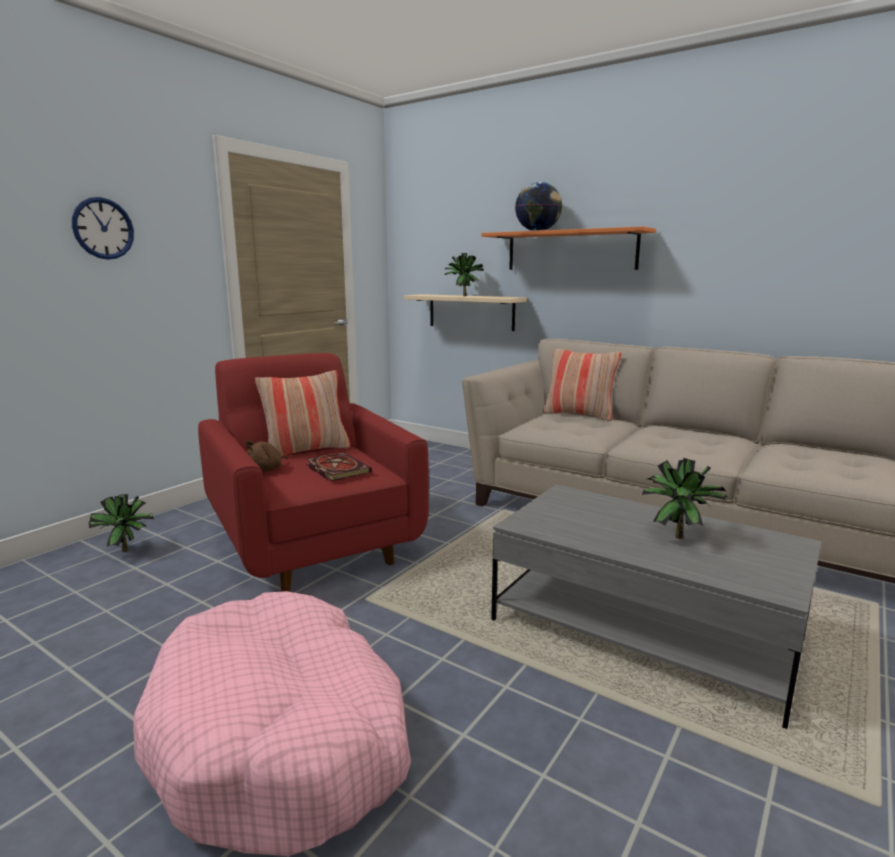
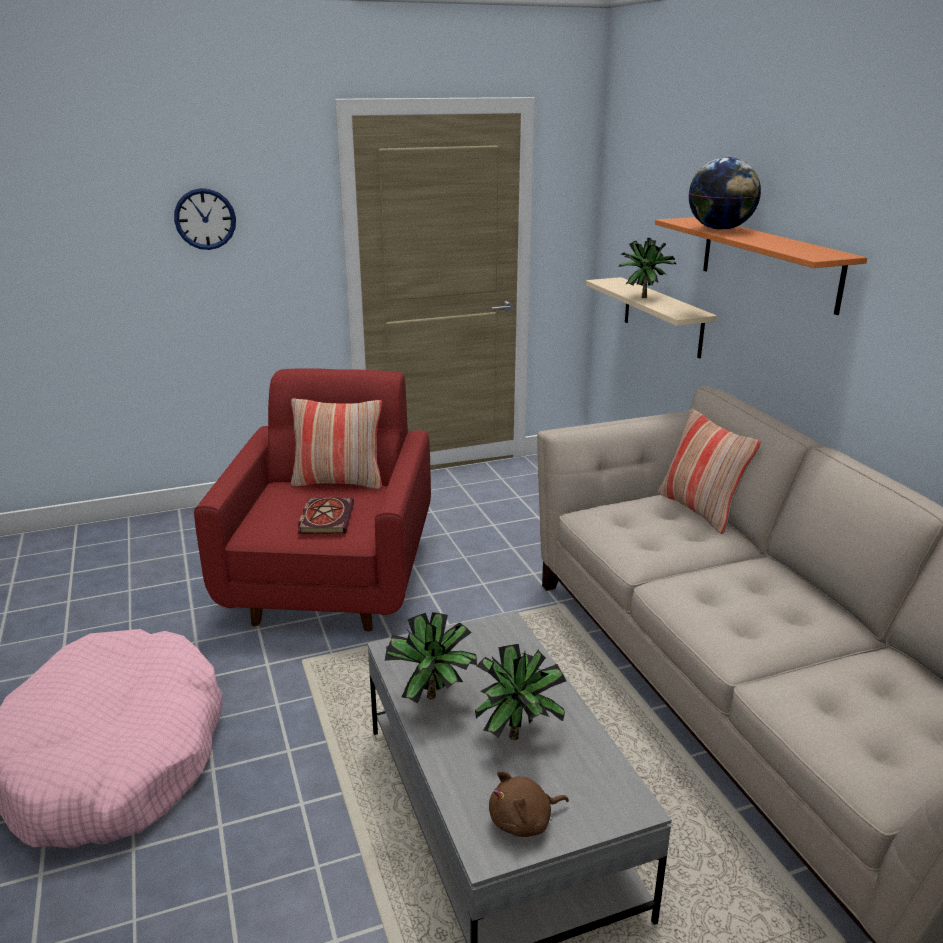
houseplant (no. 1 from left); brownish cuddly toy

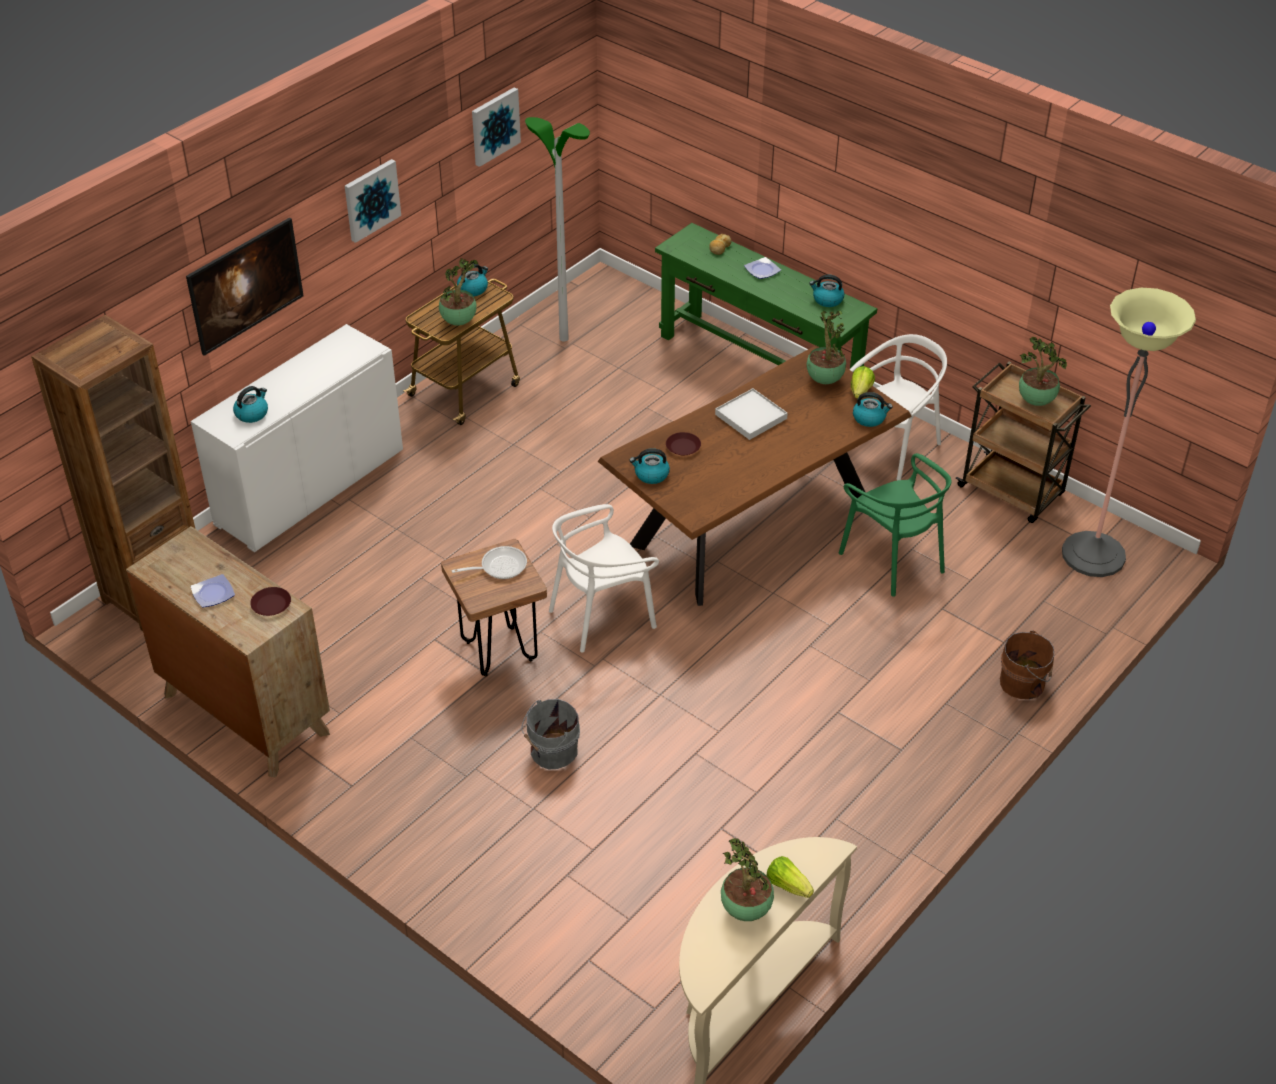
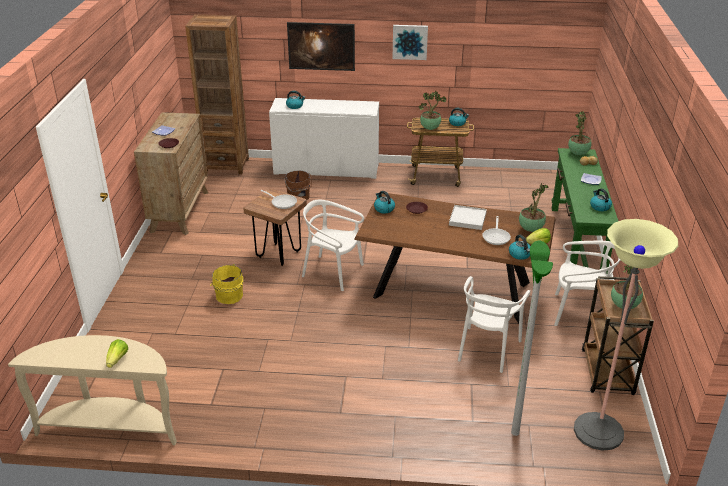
wall picture (no. 3 from left in the first image); skillet (no. 2 from left); standard lamp (no. 1 from left); houseplant (no. 3 from left); brownish water bucket; yellow-coloured water bucket; white-coloured plain chair (no. 2 from left)

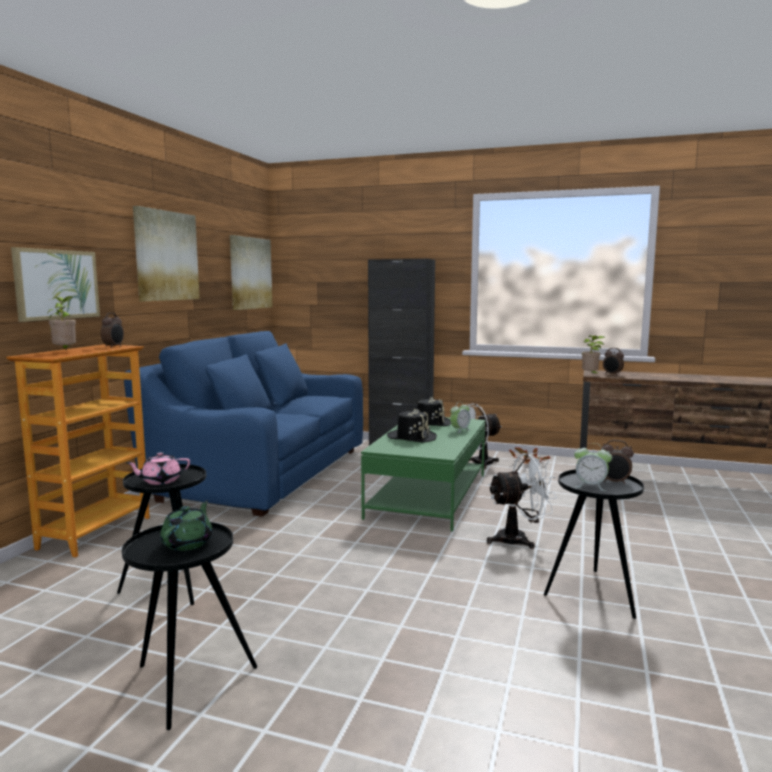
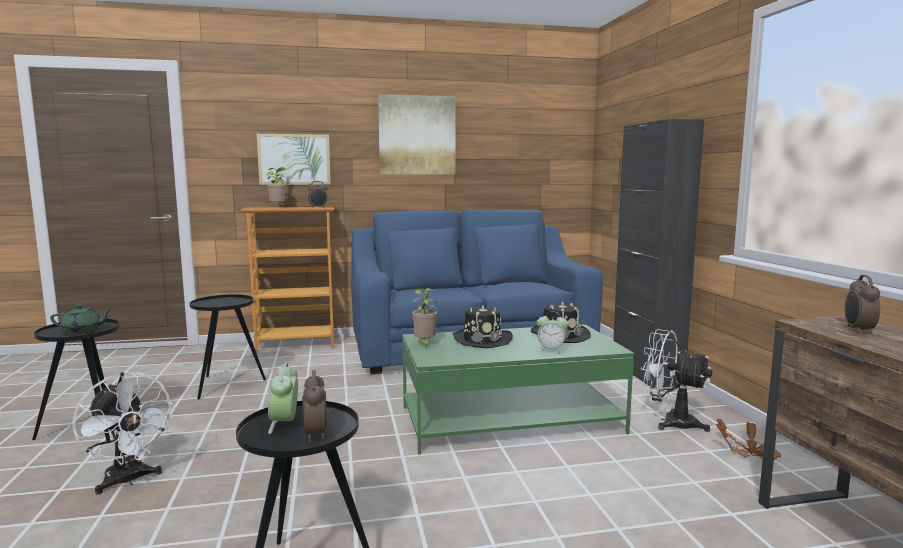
pinkish pot for tea; wall picture (no. 3 from left in the first image); white-coloured fan (no. 1 from left); houseplant (no. 2 from left)

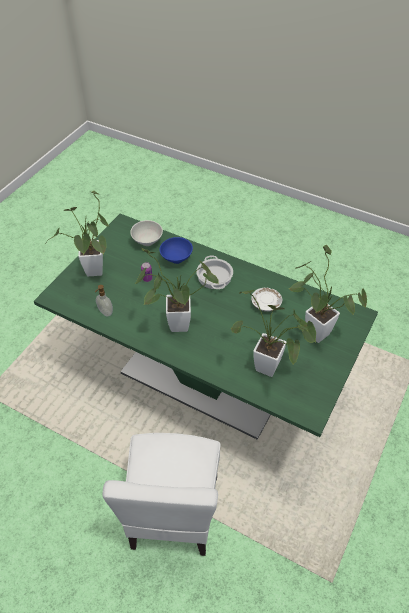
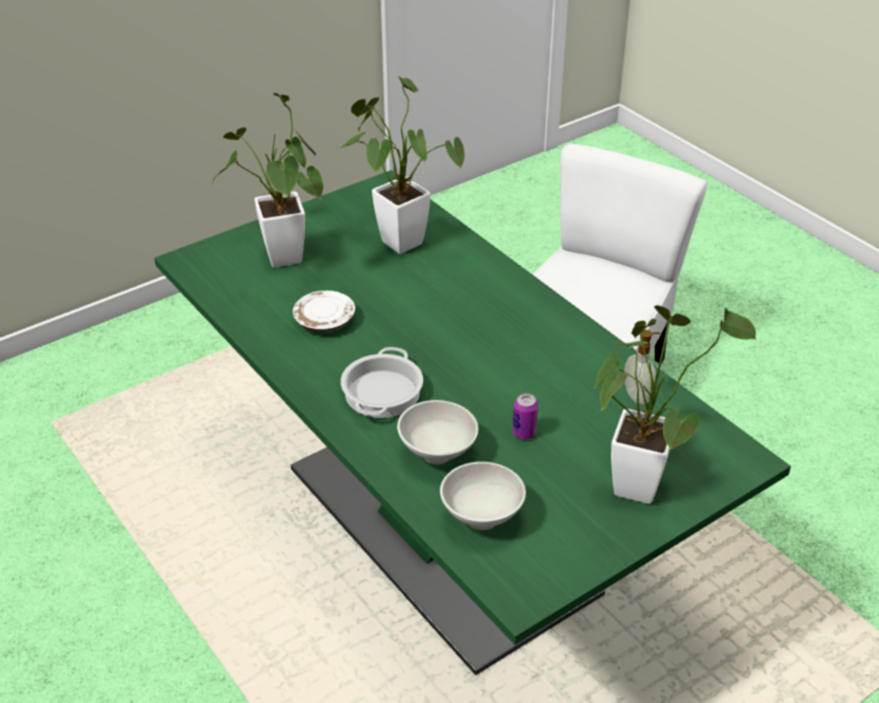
houseplant (no. 2 from left in the first image); white-coloured serving bowl (no. 1 from left)

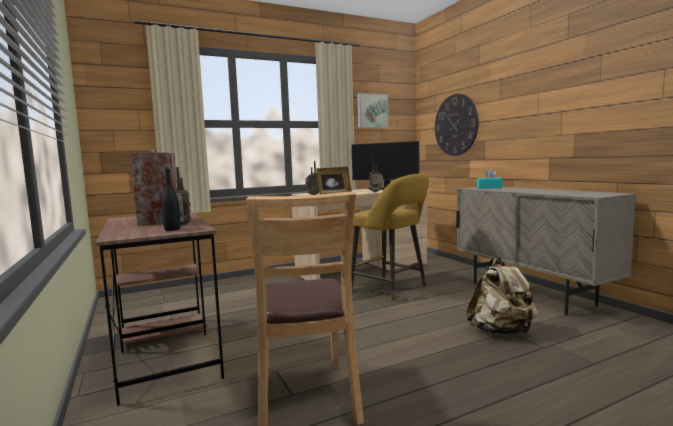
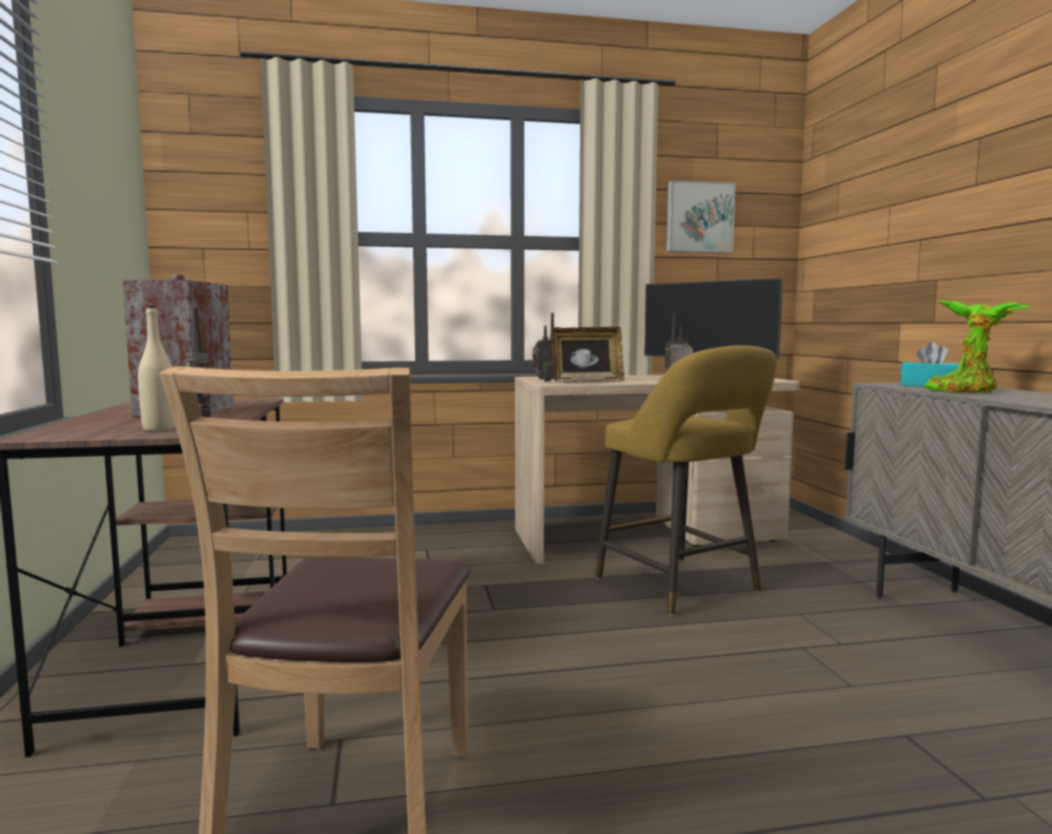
wall clock; sand-coloured knapsack; houseplant; sand-coloured drink bottle

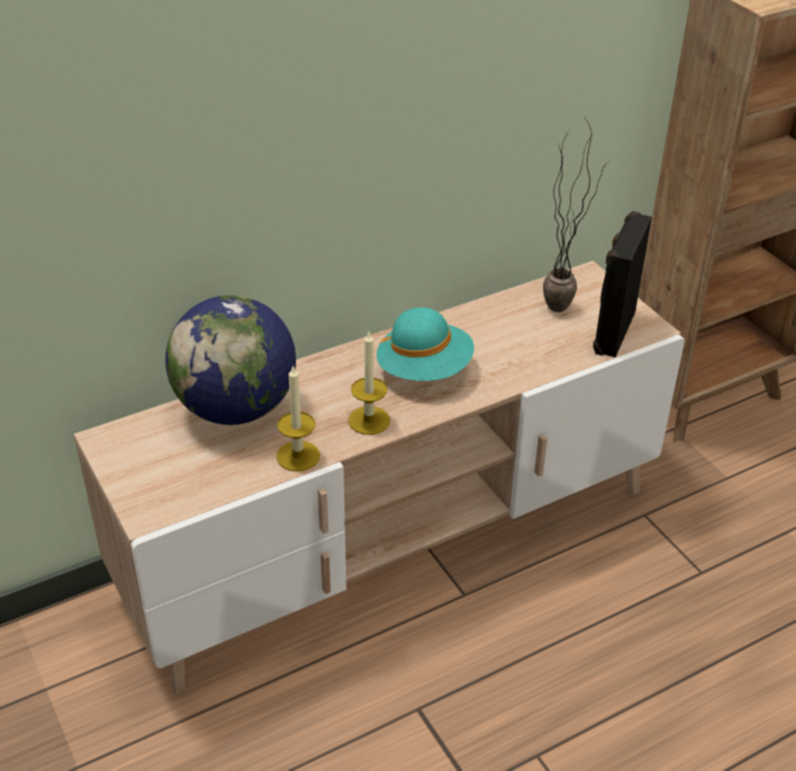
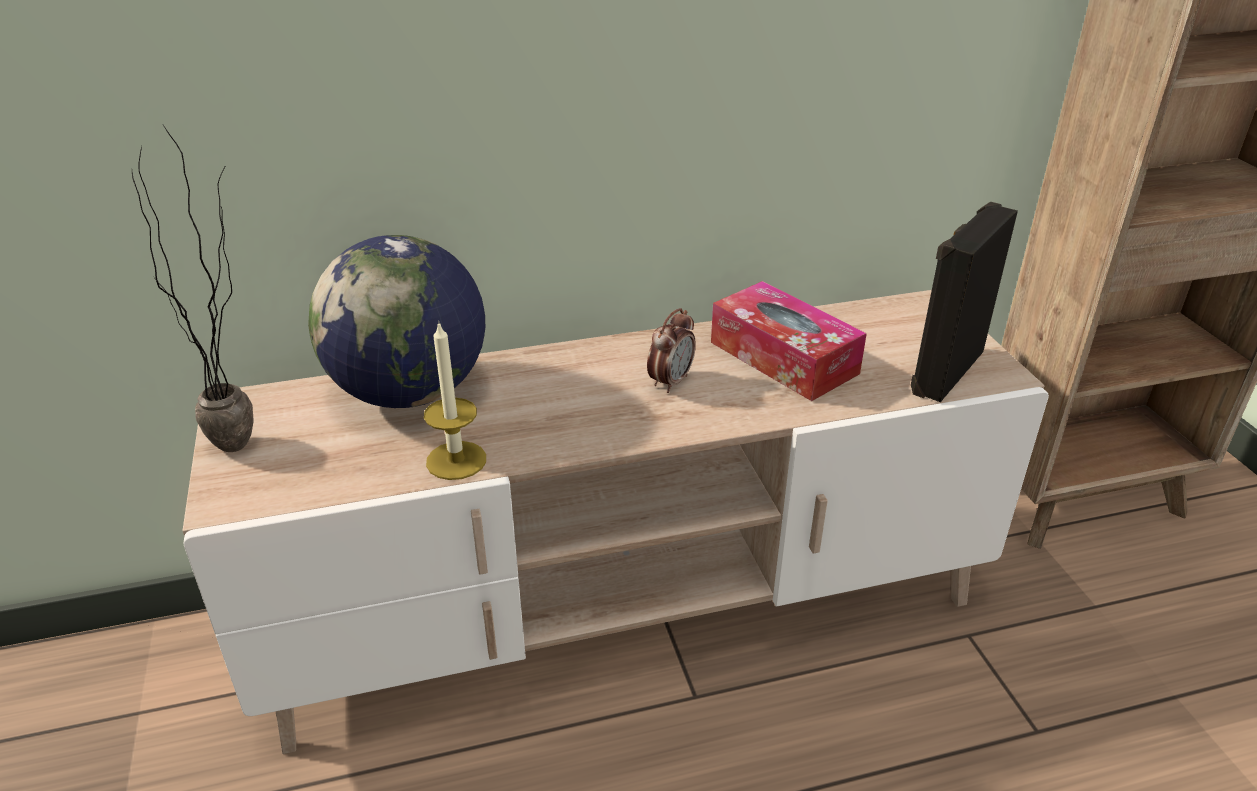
wax candle (no. 2 from left in the first image); tissue holder; houseplant; bedside clock

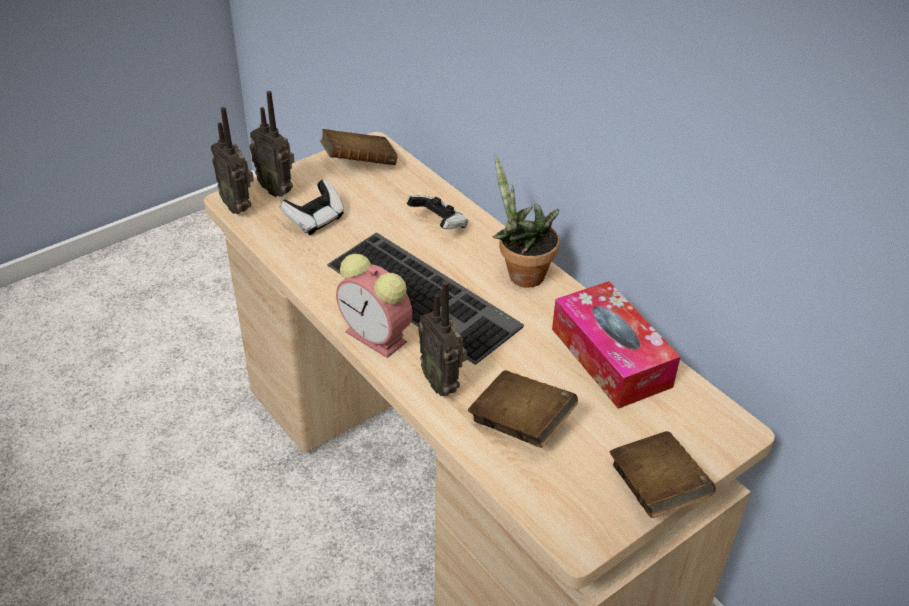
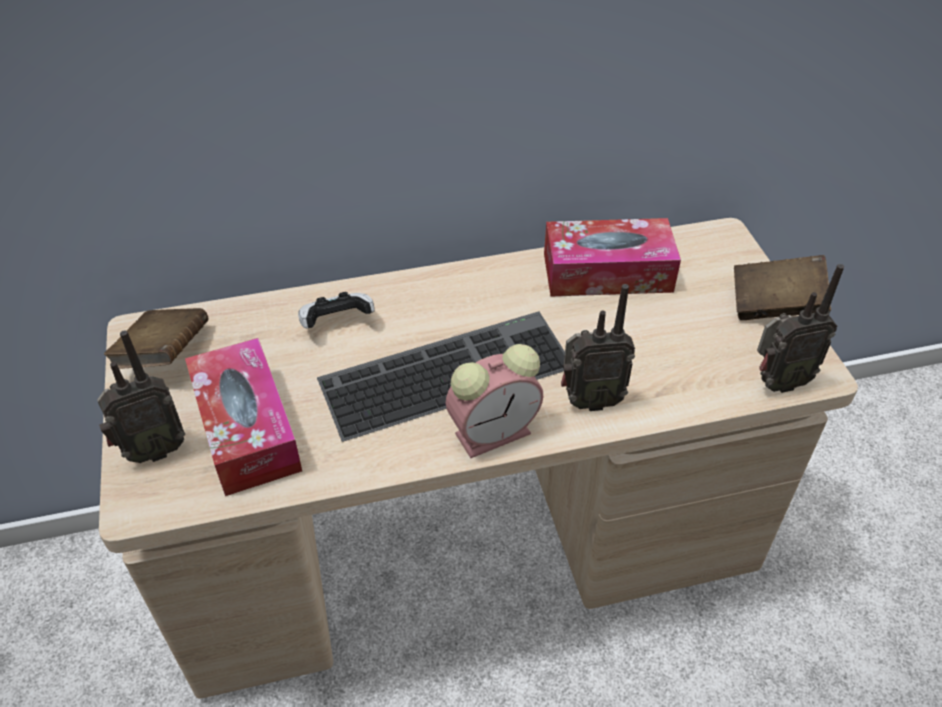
brownish volume (no. 2 from left in the first image); houseplant; radio set (no. 3 from left); tissue holder (no. 1 from left)

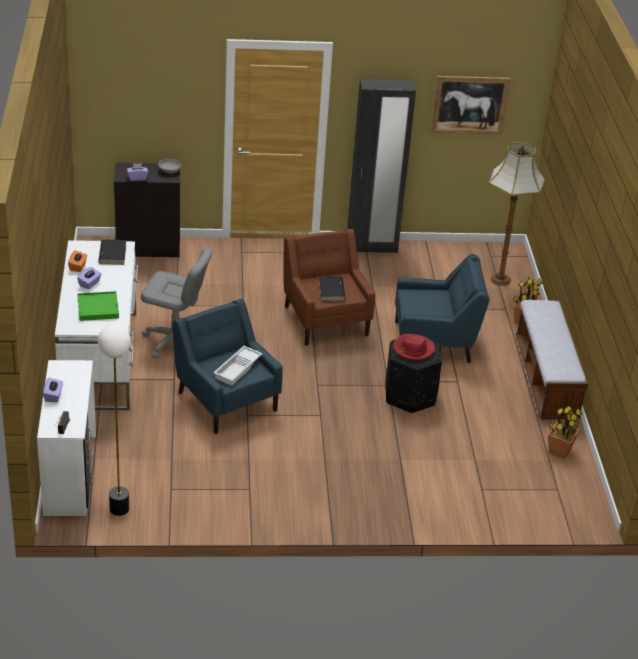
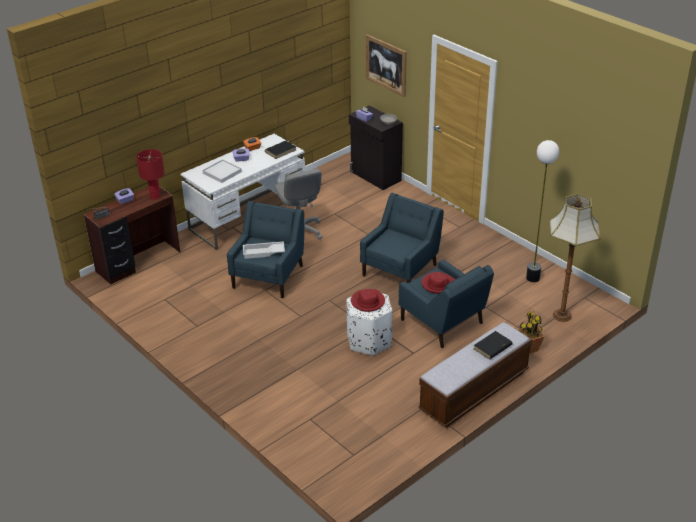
blackish armoire; houseplant (no. 2 from left in the first image); red-coloured lamp for a table; red-coloured clothing hat (no. 2 from left); standard lamp (no. 1 from left); blackish volume (no. 2 from left); wall picture; brownish desk table; white-coloured carrying tray (no. 1 from left); bluish armchair (no. 2 from left); white-coloured ottoman

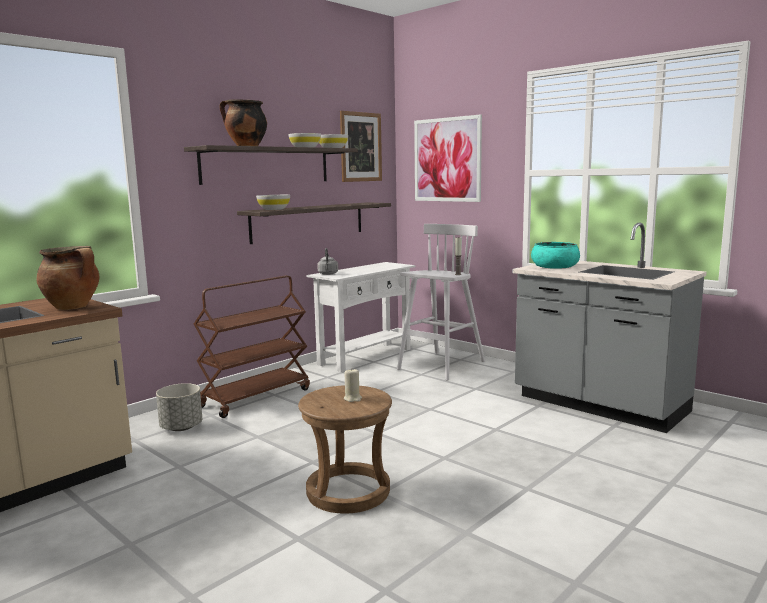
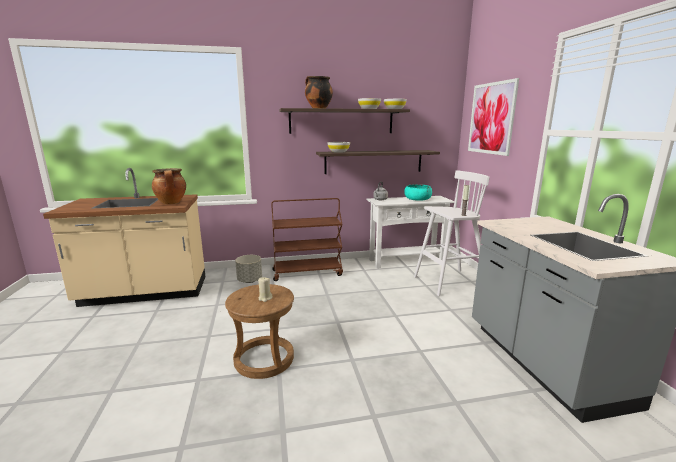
wall picture (no. 1 from left in the first image); turquoise serving bowl

